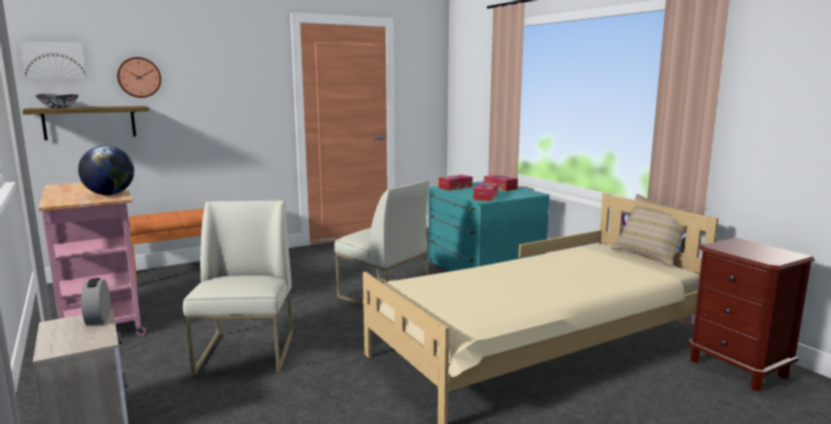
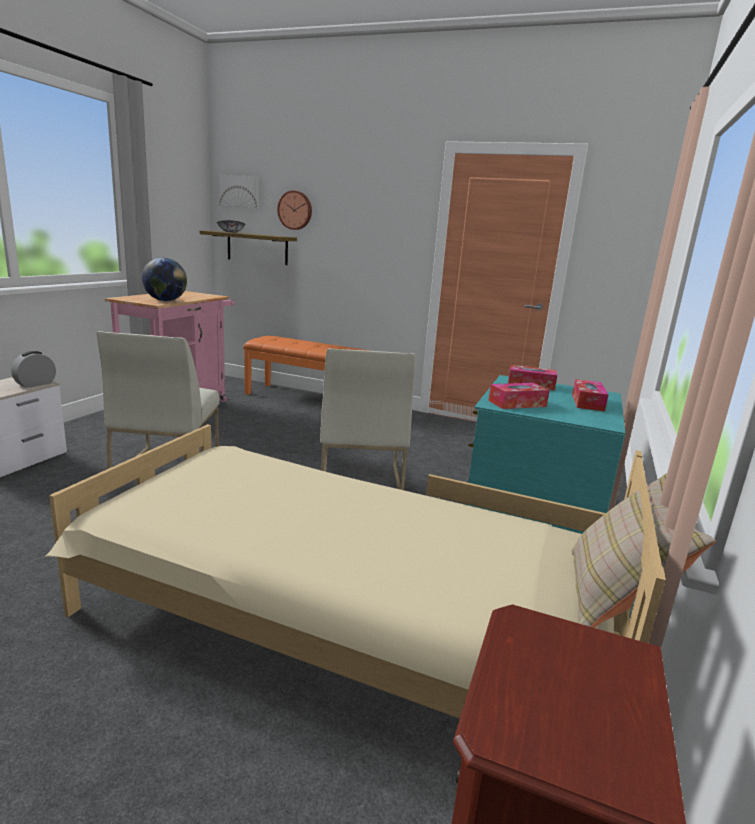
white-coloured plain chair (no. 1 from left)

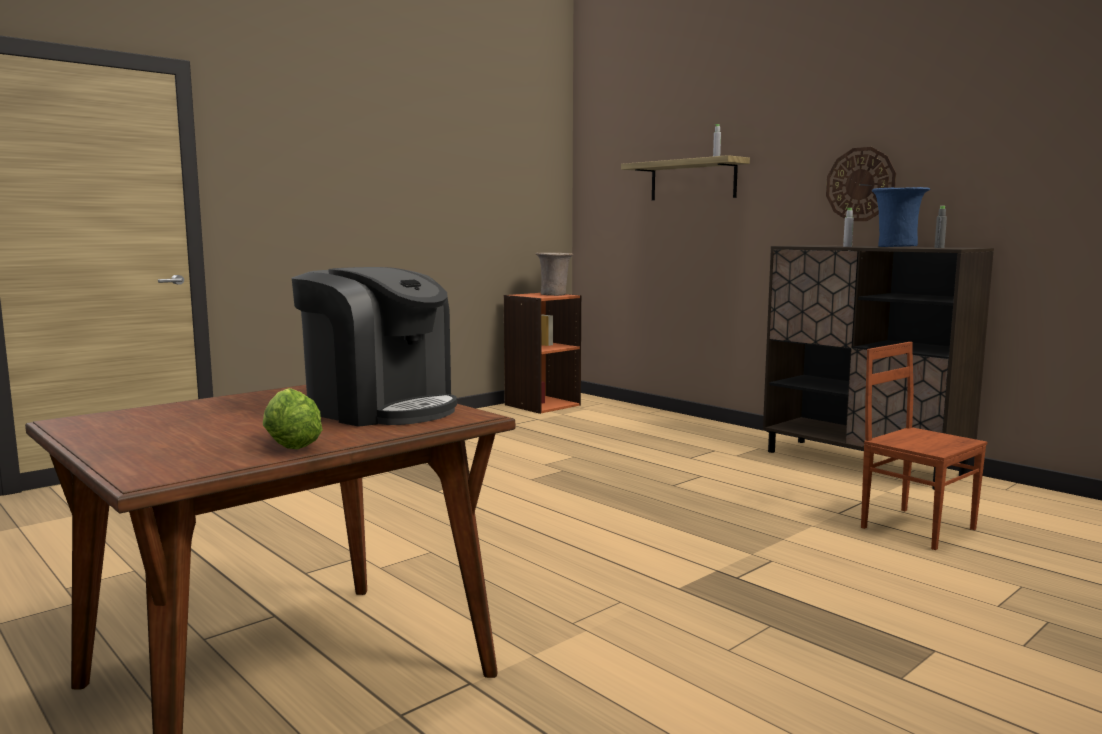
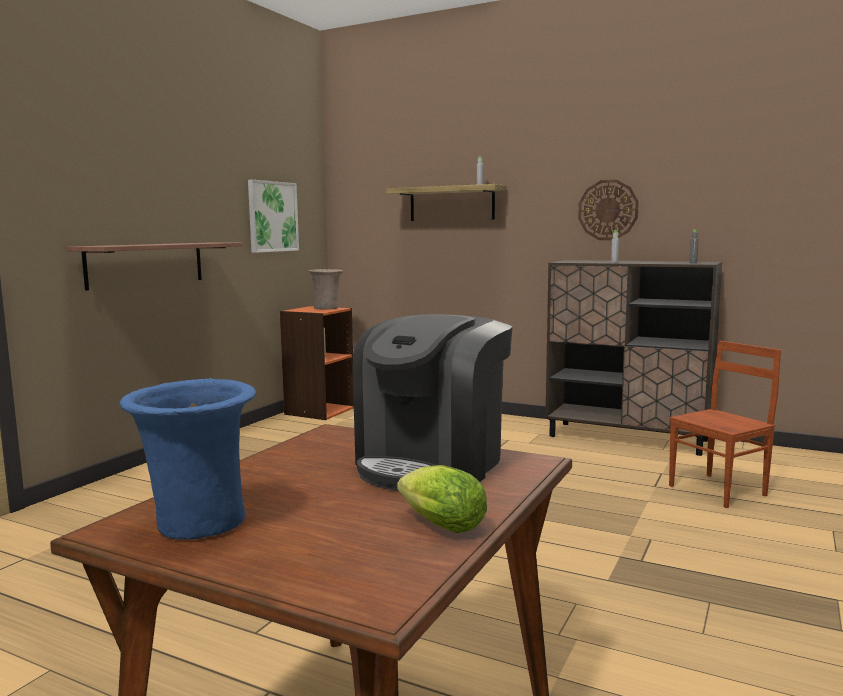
wall shelf (no. 1 from left); wall picture; bluish vase; coffee brewer; brownish plain chair

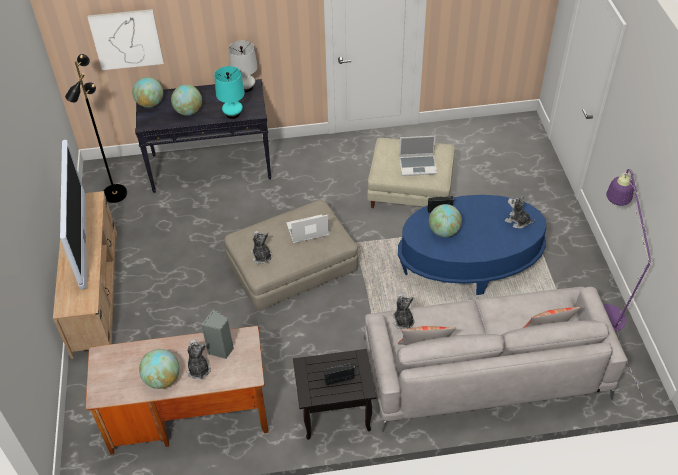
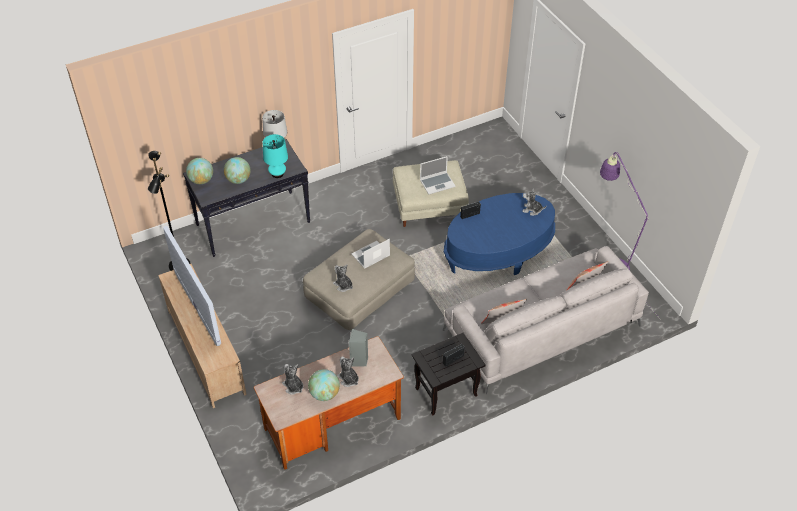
wall picture; desk globe (no. 4 from left in the first image); cuddly toy (no. 1 from left)

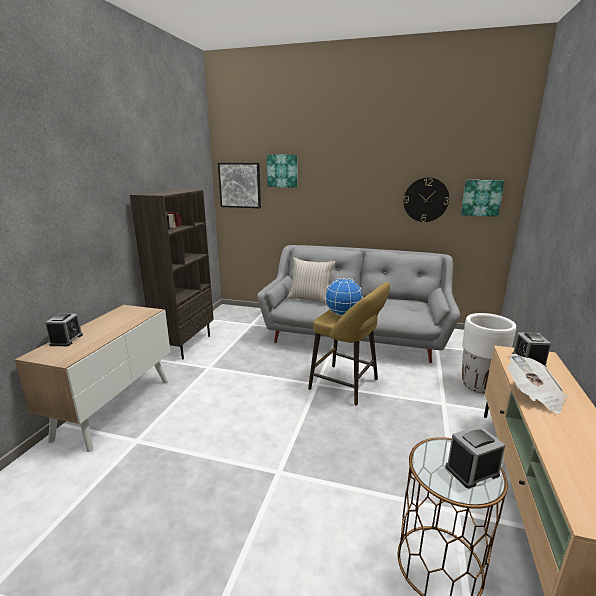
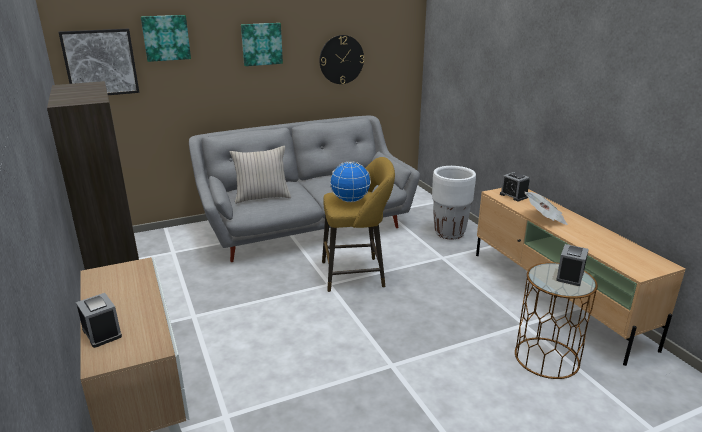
wall picture (no. 3 from left)

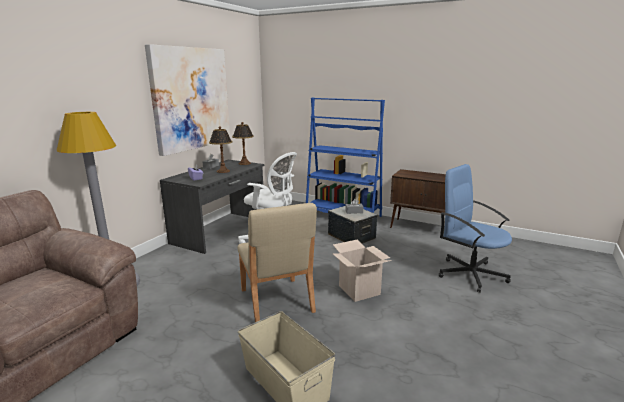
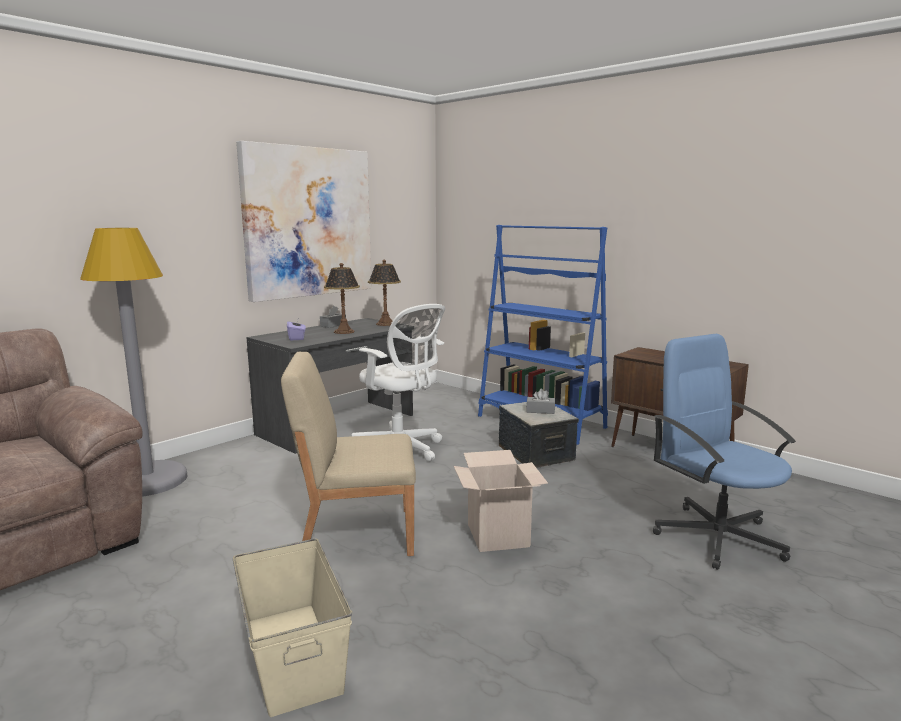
sand-coloured plain chair

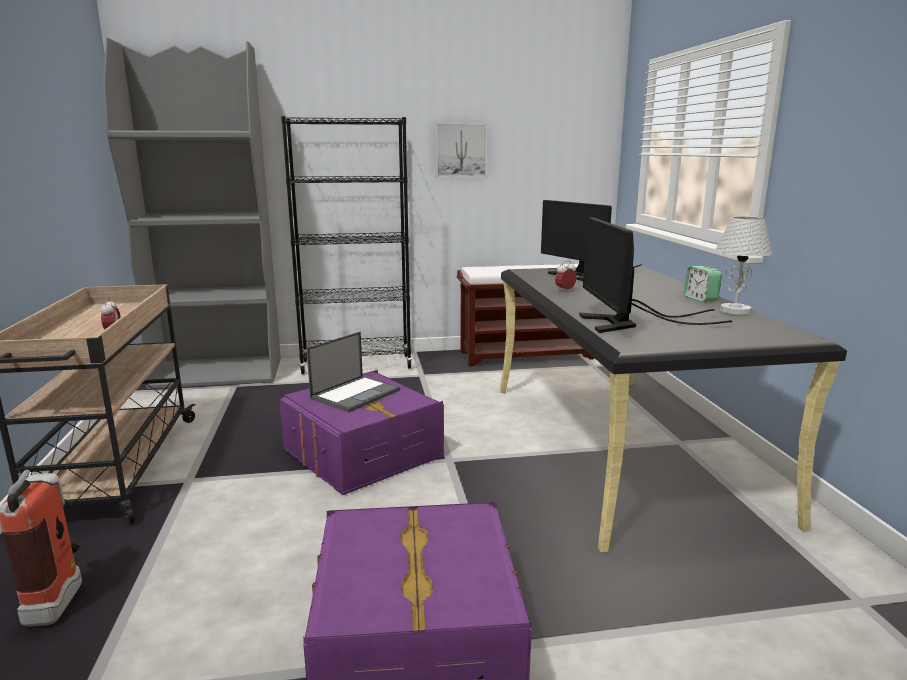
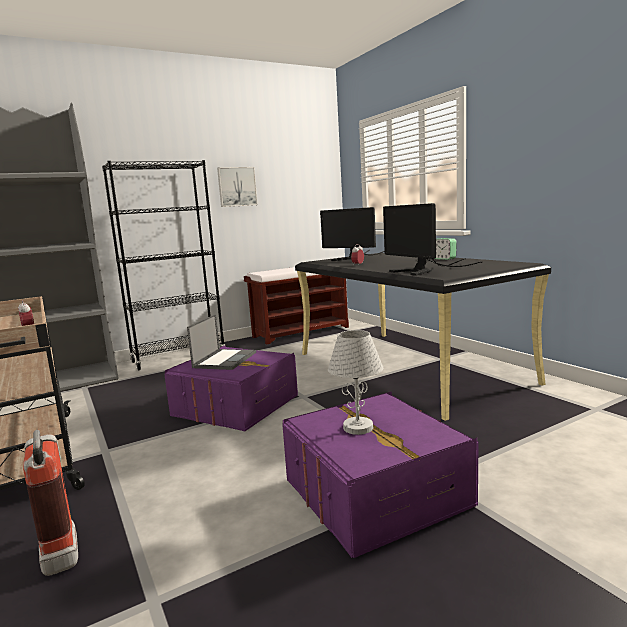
white-coloured lamp for a table

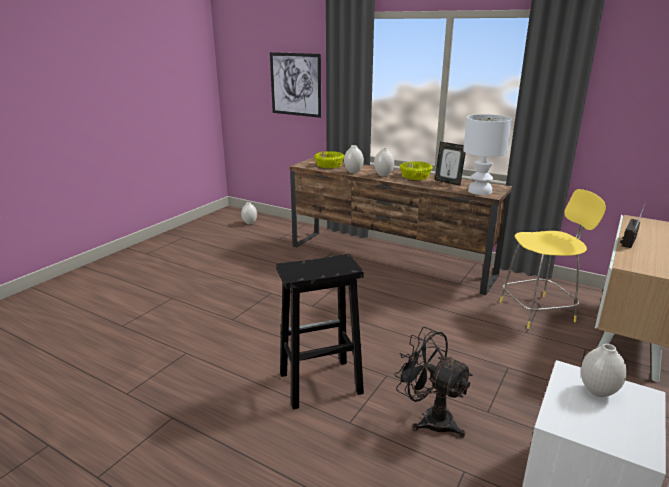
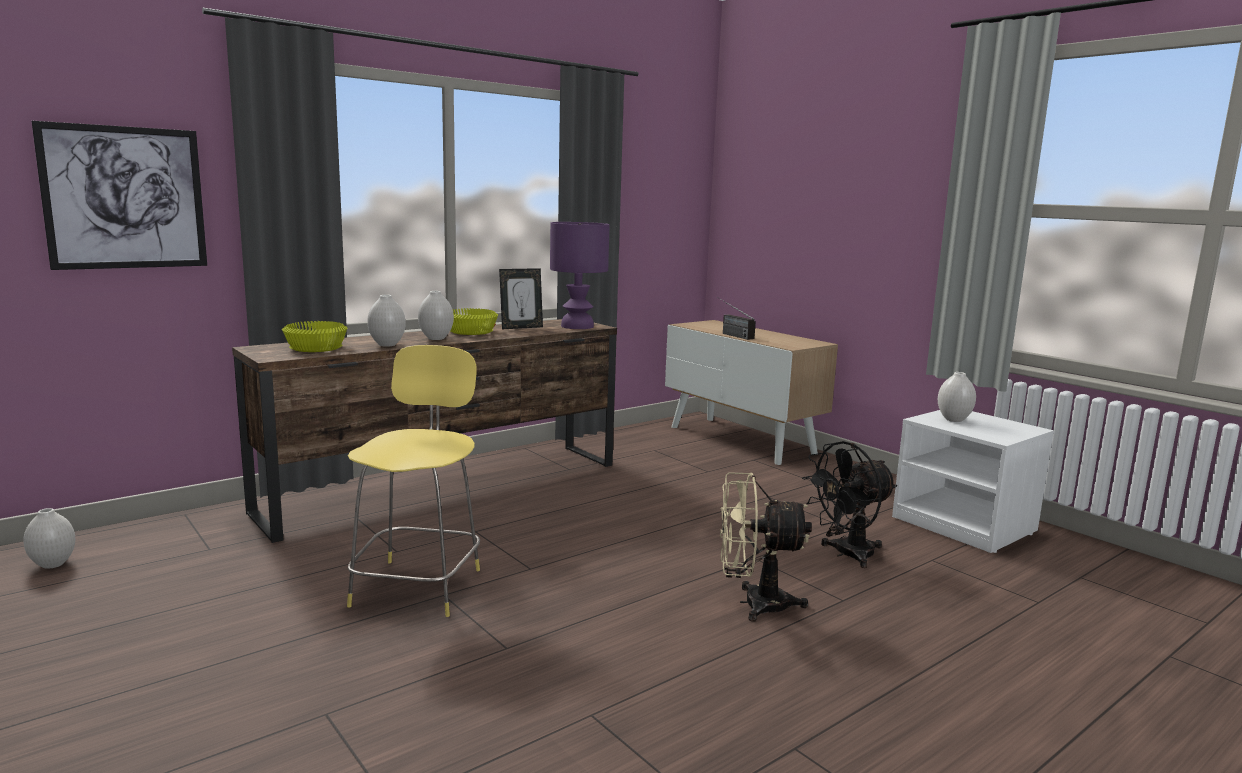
yellow-coloured stool seat; sand-coloured fan; purple-coloured lamp for a table

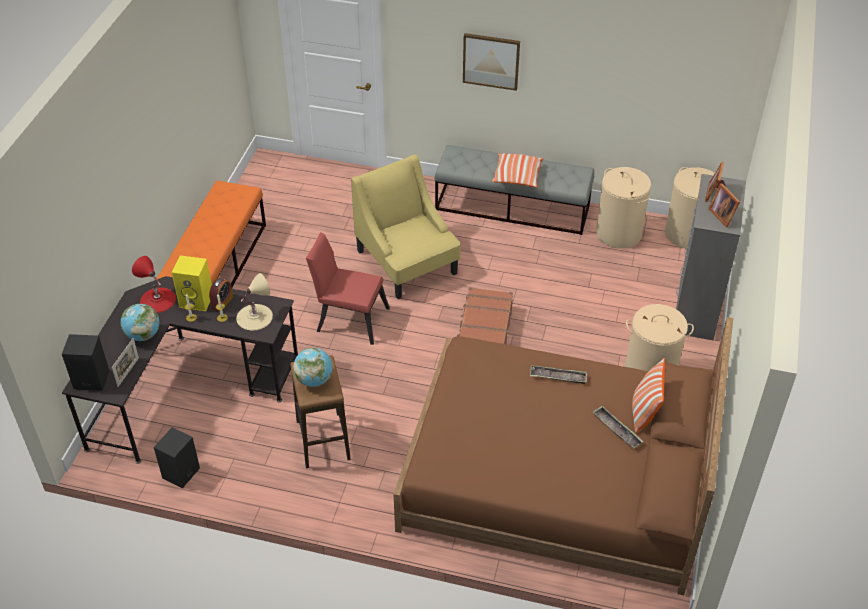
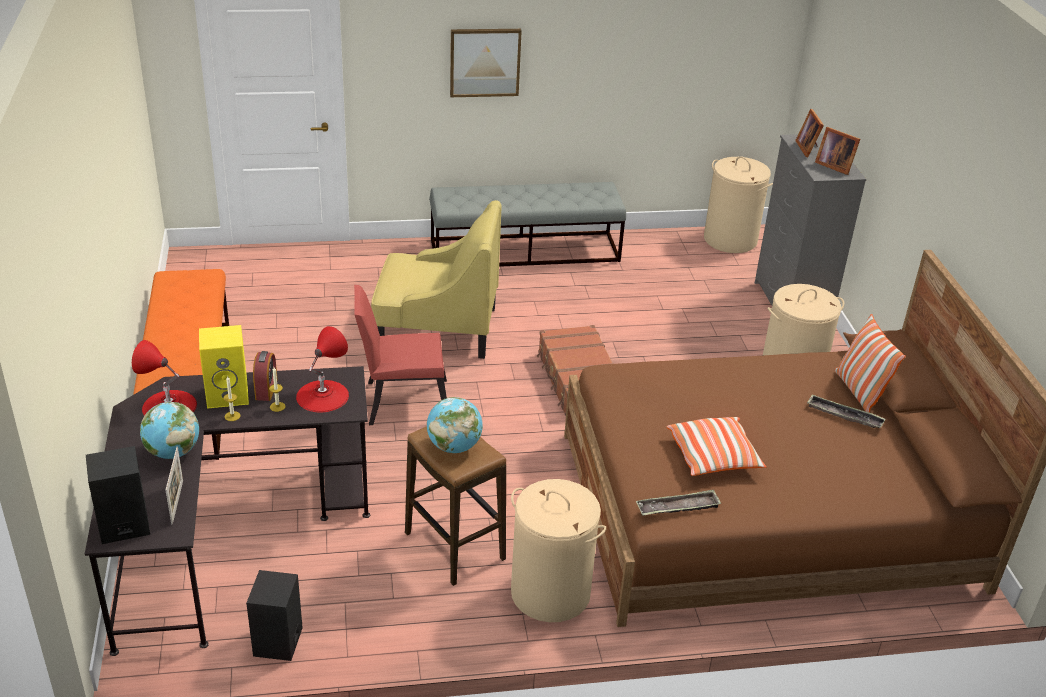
cushion (no. 1 from left); carrying tray (no. 1 from left); sand-coloured hamper (no. 1 from left); red-coloured lamp for a table (no. 2 from left); yellow-coloured armchair

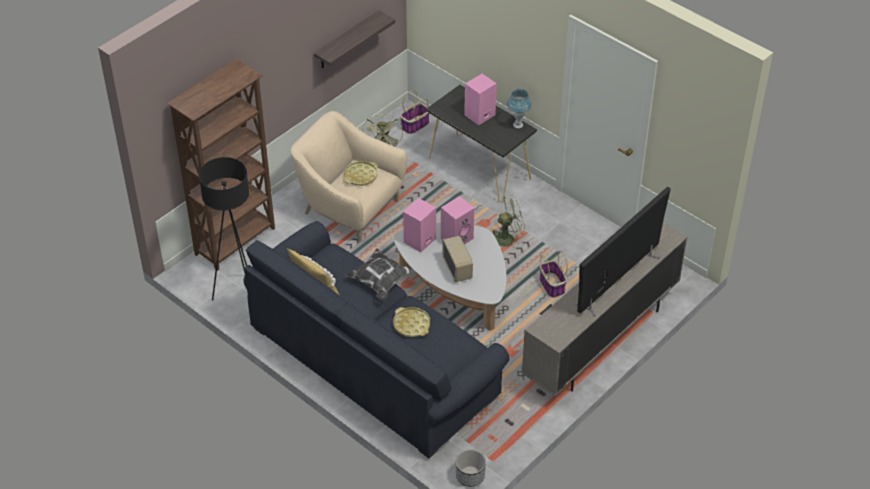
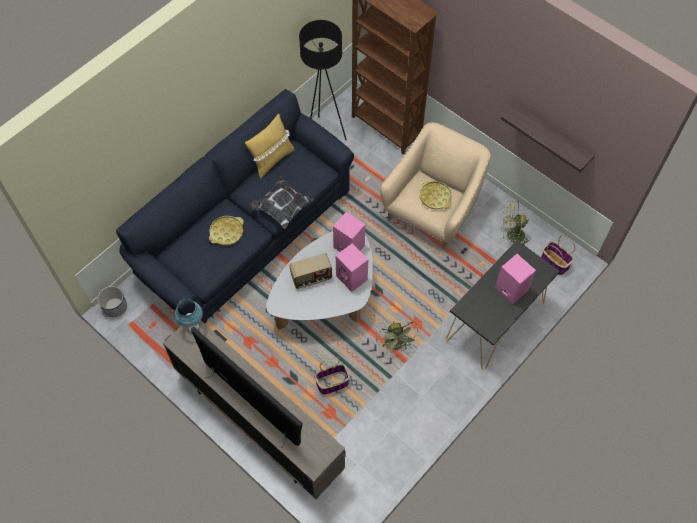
bluish lamp for a table

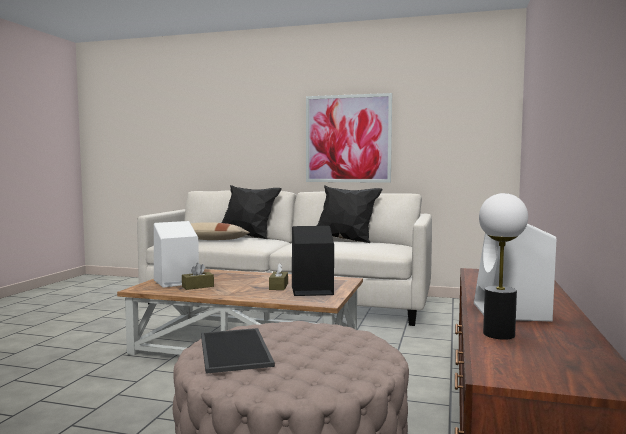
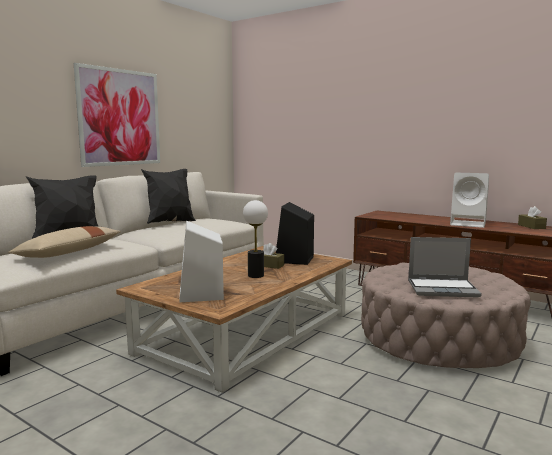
brownish tissue holder (no. 2 from left); lamp for a table; portable computer

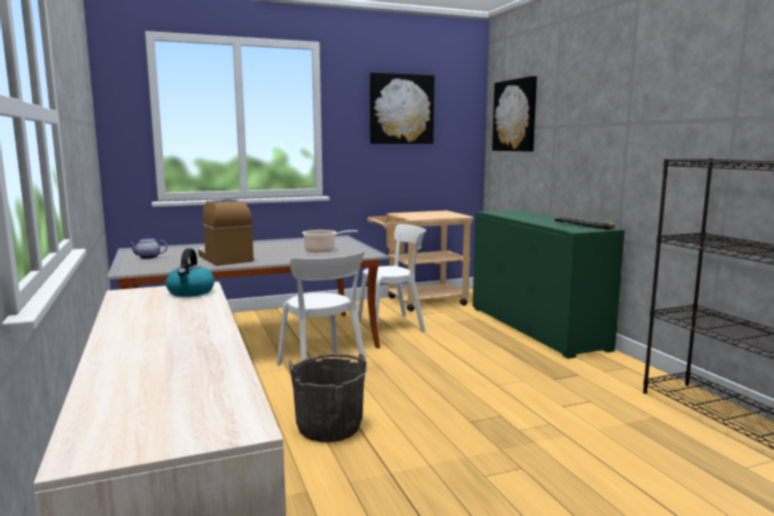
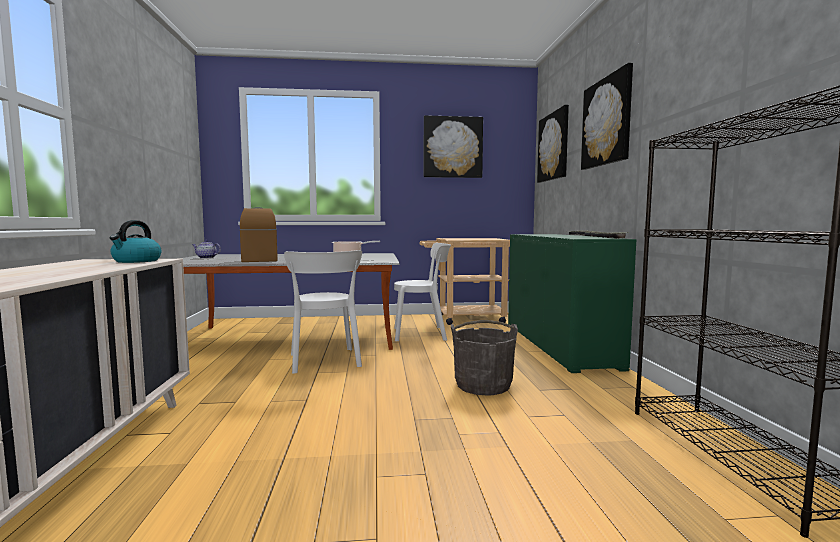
wall picture (no. 3 from left); grey water bucket

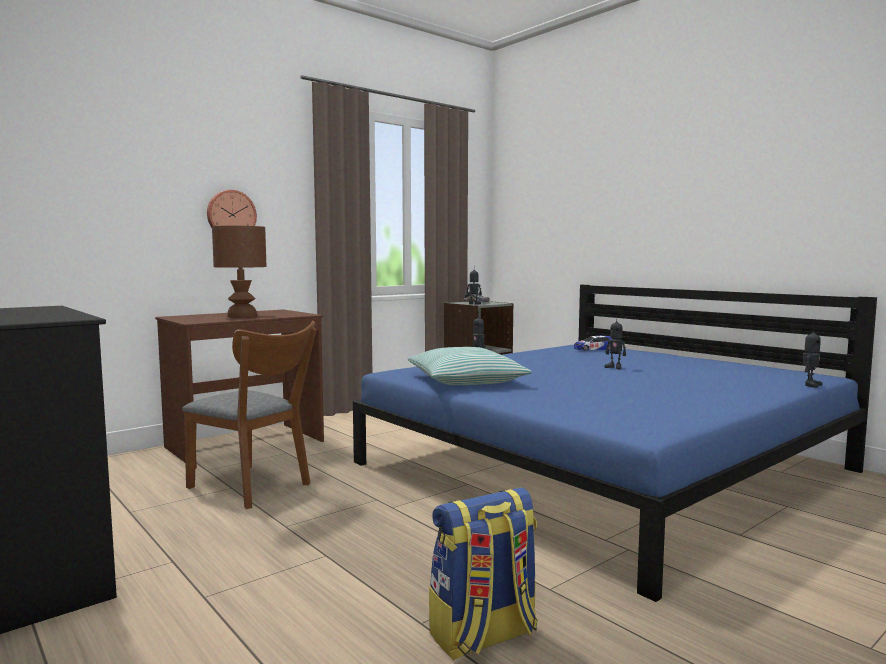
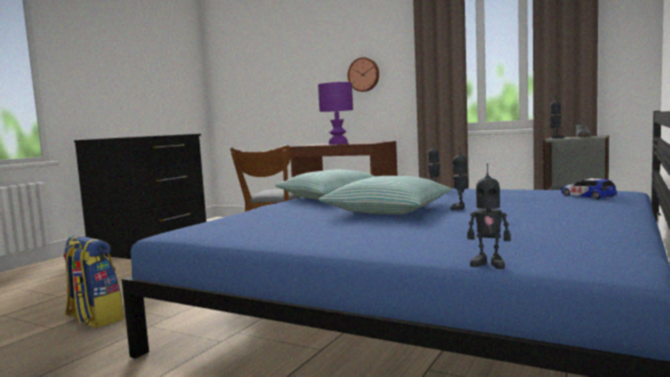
cushion (no. 2 from left); purple-coloured lamp for a table

